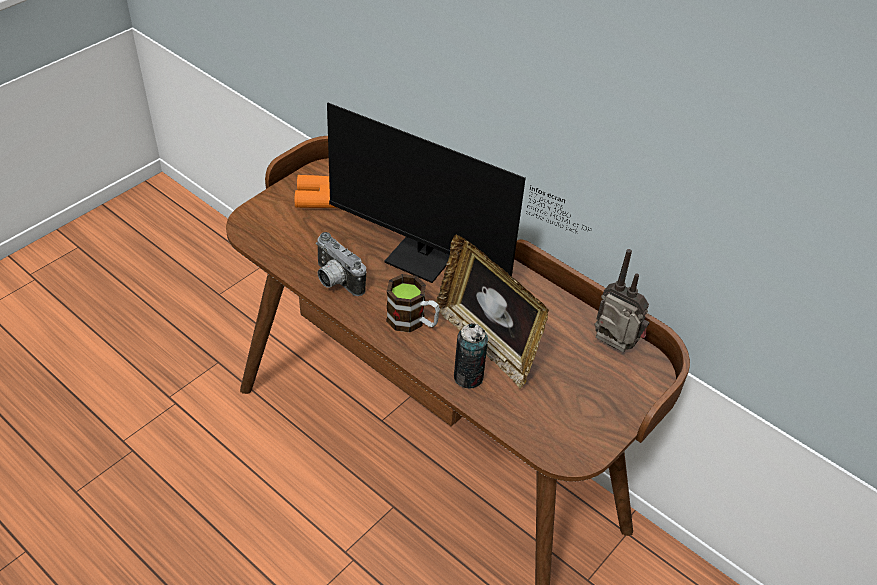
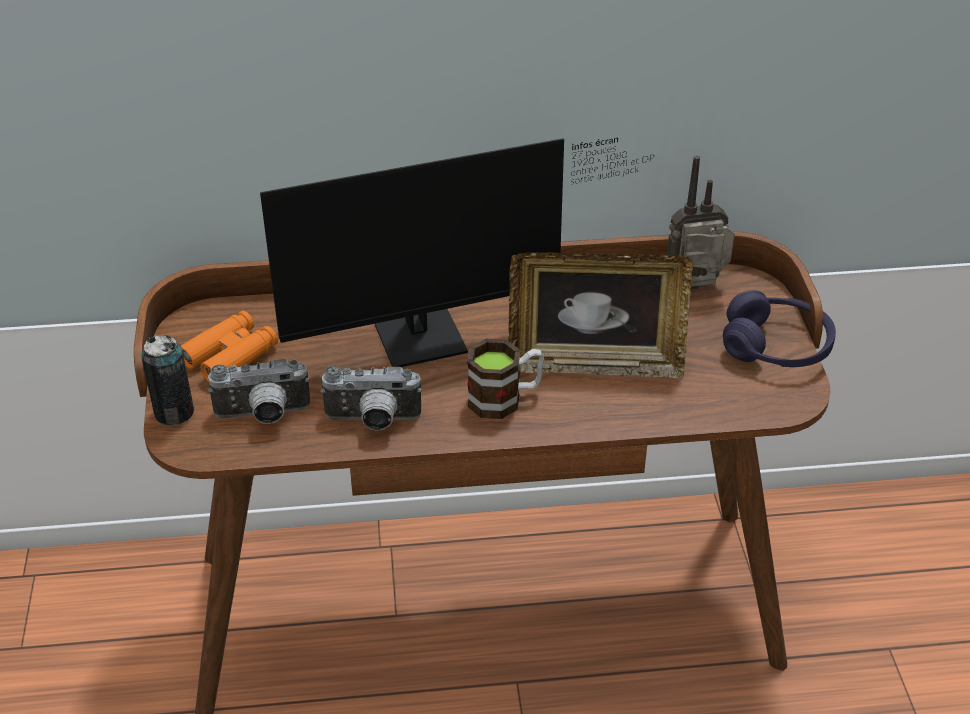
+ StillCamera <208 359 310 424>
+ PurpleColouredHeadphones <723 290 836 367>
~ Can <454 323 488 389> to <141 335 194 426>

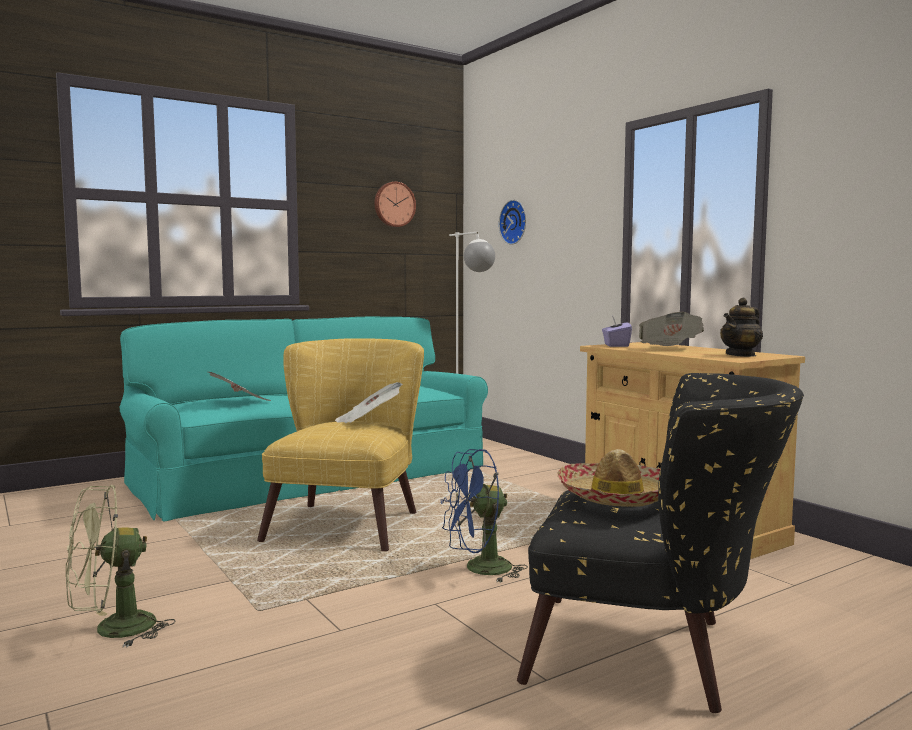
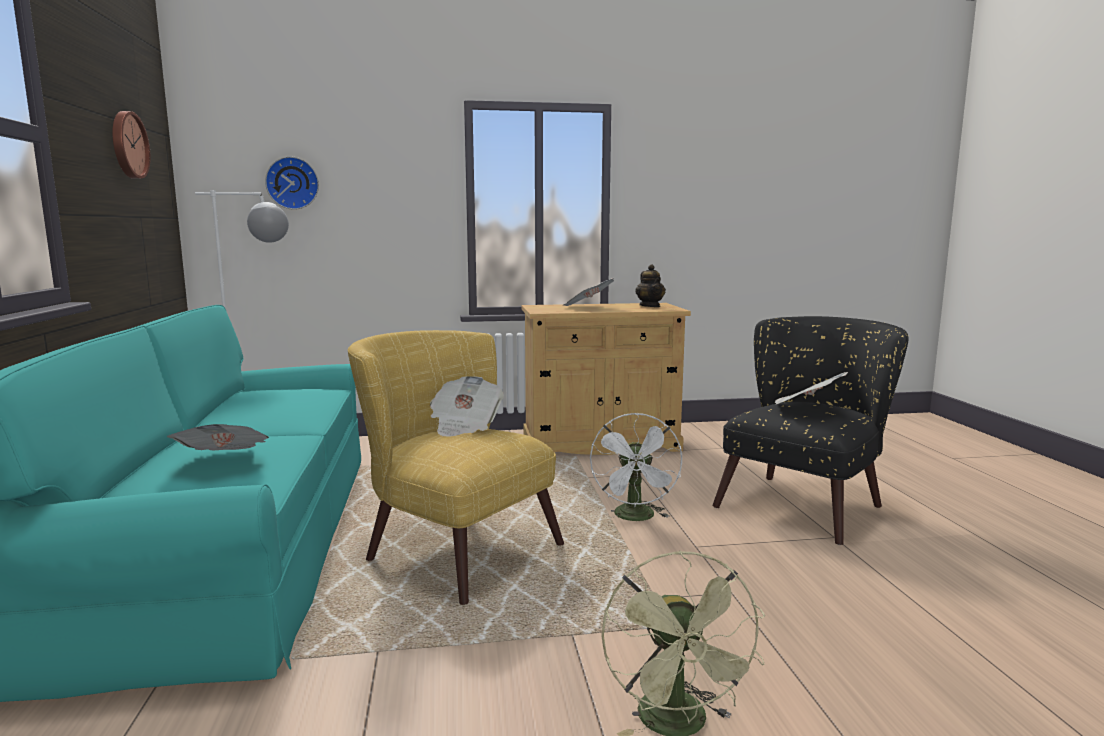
- PurpleColouredTissueBox <602 316 632 347>
~ WearableHat <557 449 660 507> to Newspaper <775 372 848 404>
~ BluishCoolingFan <441 449 528 582> to WhiteColouredCoolingFan <590 413 682 521>

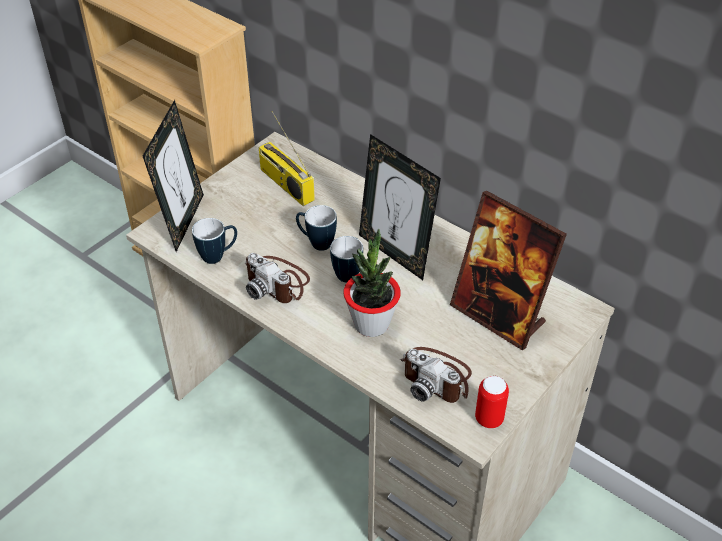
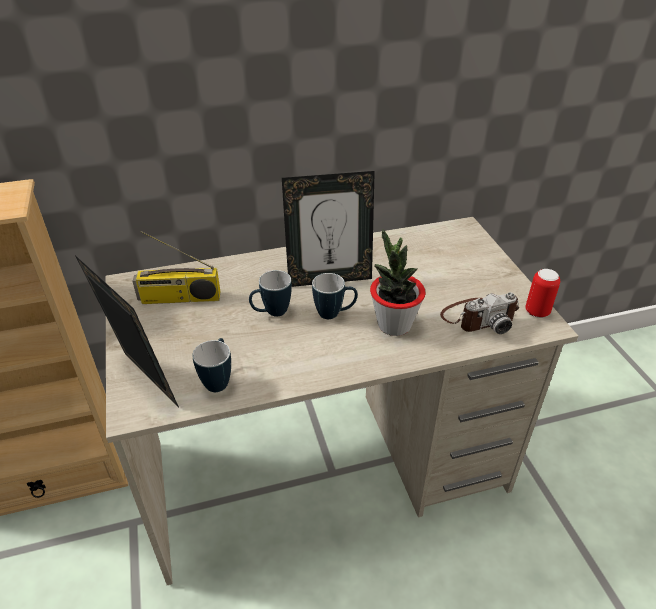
- StillCamera <245 253 310 303>
- PhotoFrame <450 191 567 351>

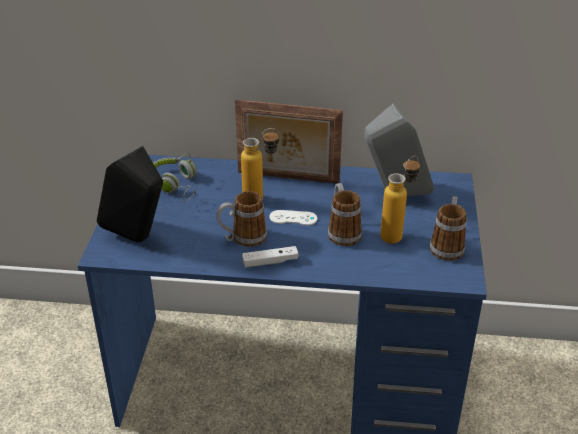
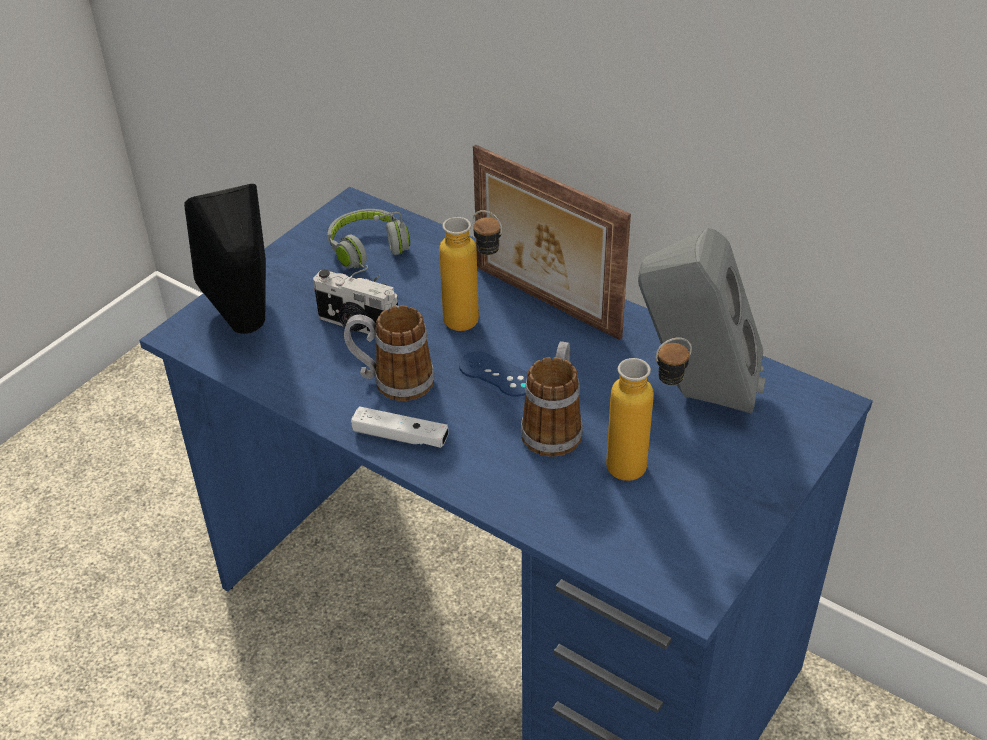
- TeaMug <430 196 467 261>
+ StillCamera <313 269 399 334>
~ WhiteColouredGamepad <270 210 317 226> to BluishGamepad <459 352 528 397>

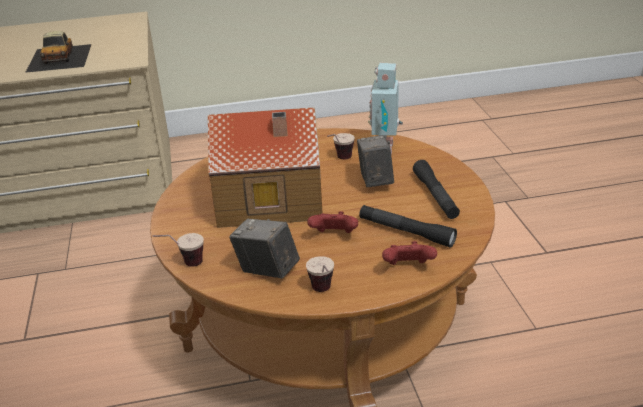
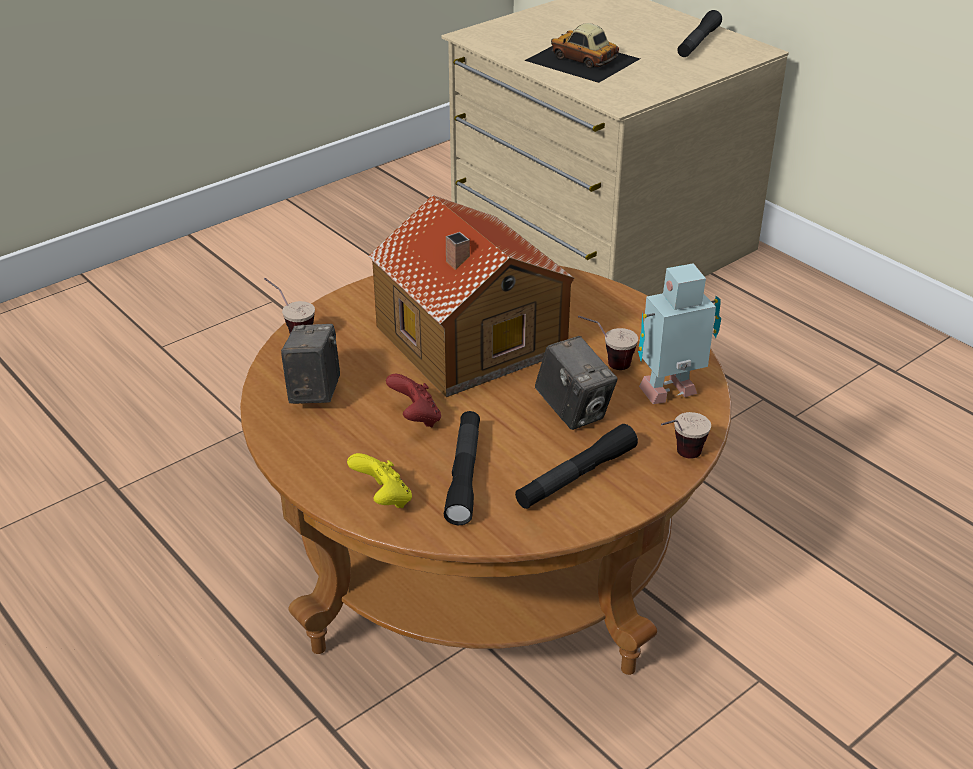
+ BlackHandTorch <677 10 722 57>
~ DrinkingCup <306 256 334 292> to <661 412 711 459>
~ RedColouredGamepad <382 241 437 265> to YellowGamepad <347 453 412 508>
~ ToyCar <25 31 92 73> = <524 23 640 83> 75 degrees clockwise
~ StillCamera <357 135 394 187> = <535 336 618 430> 90 degrees clockwise

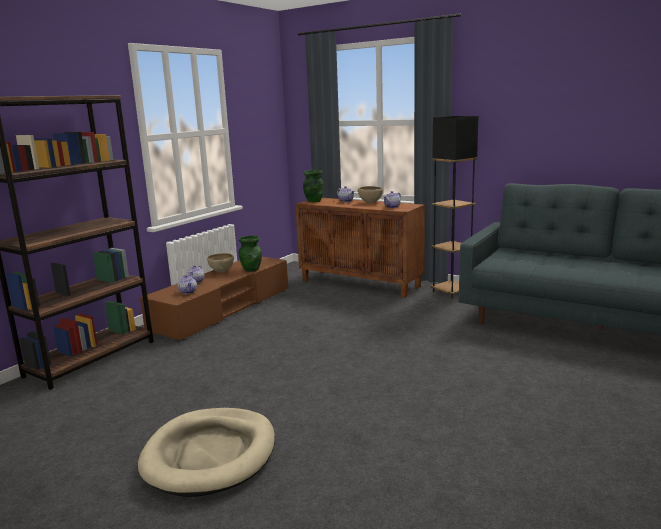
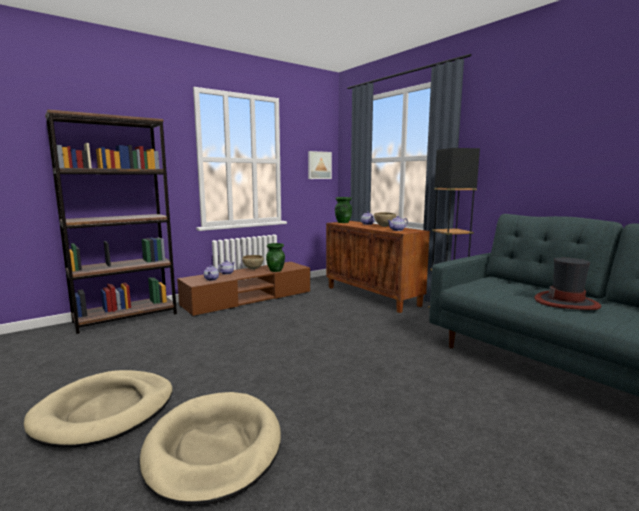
+ BeigeColouredPetBed <140 392 281 506>
+ WallArt <308 151 332 179>
+ WearableHat <535 258 601 310>

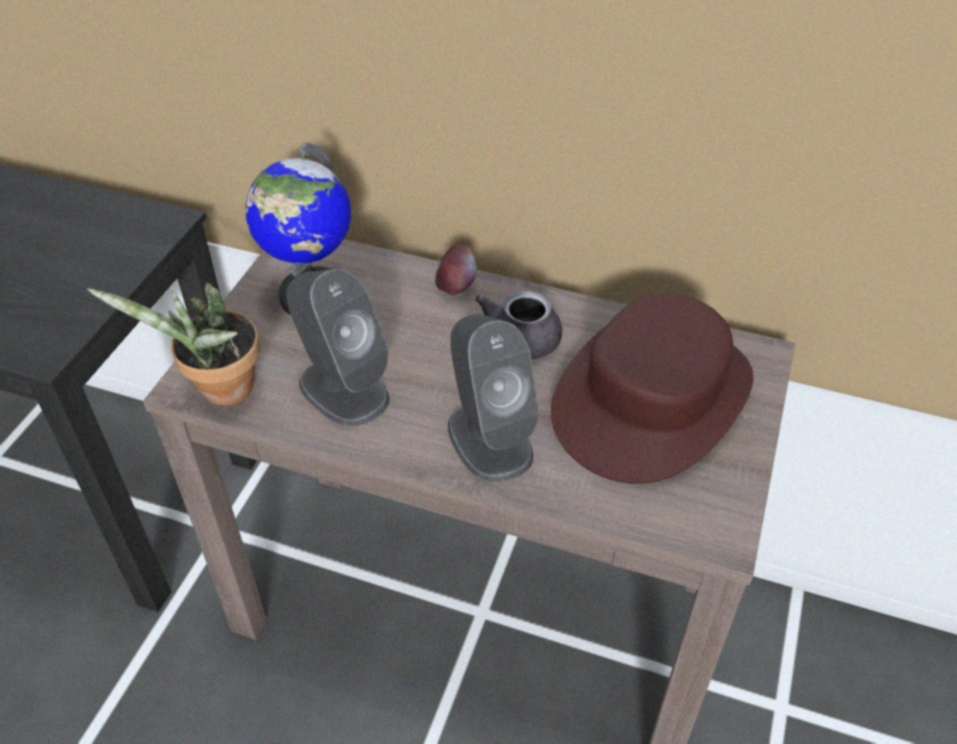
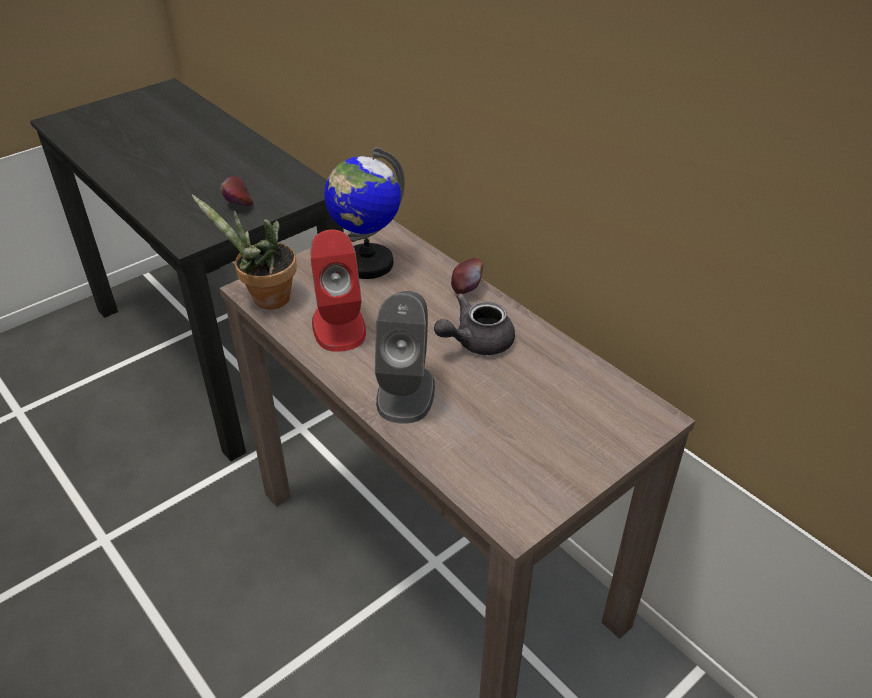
- BrownWearableHat <551 293 753 484>
+ AppleFruit <220 176 253 206>
~ GreyishSpeaker <286 269 390 427> to RedColouredSpeaker <310 230 366 352>

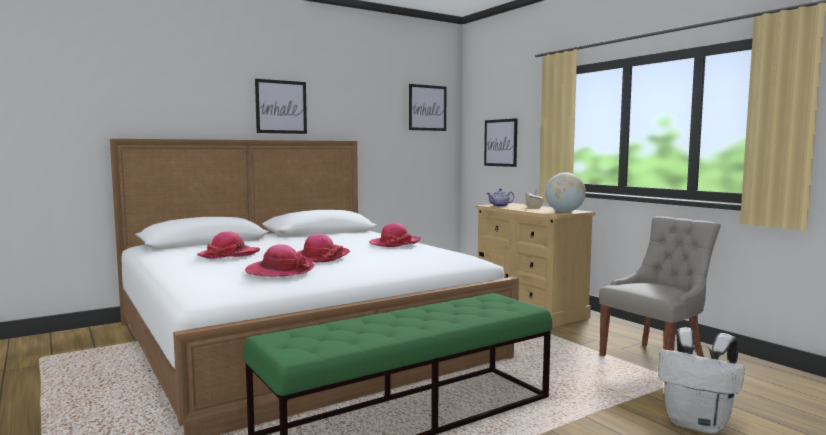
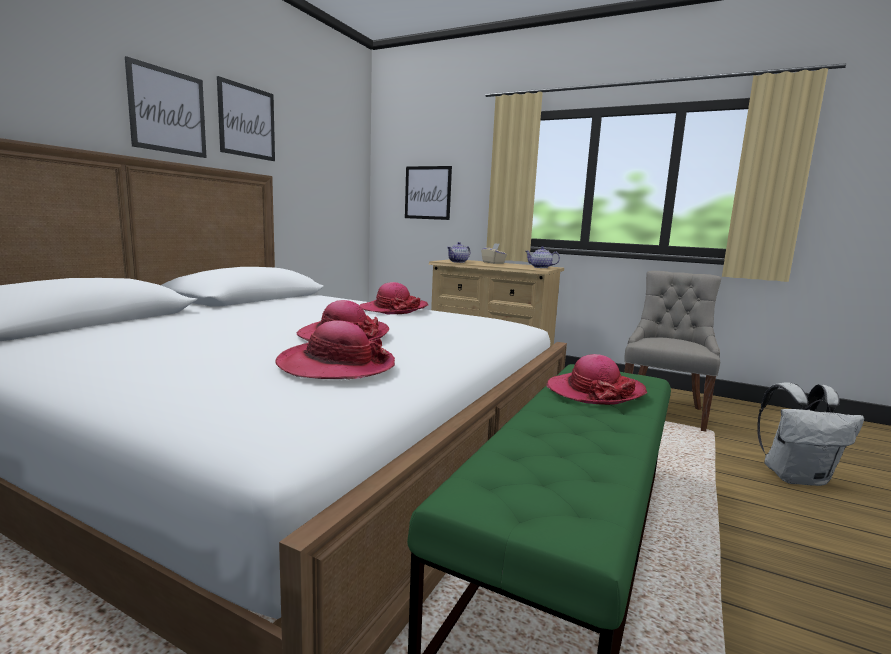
~ WearableHat <197 231 260 259> to <546 354 647 405>
~ WallArt <409 84 447 131> to <217 76 275 161>
~ WorldGlobe <545 172 586 212> to TeaPot <525 247 560 268>

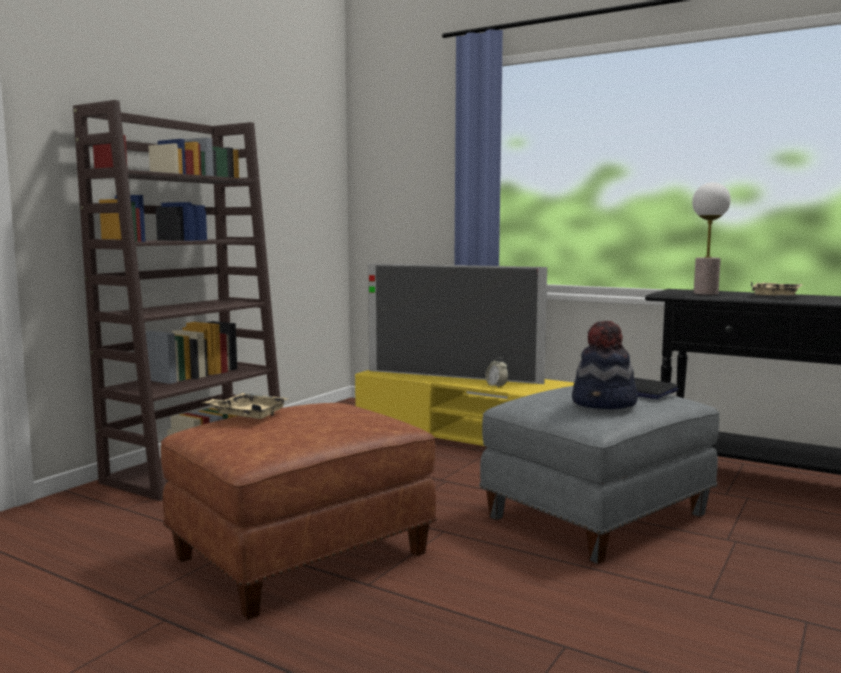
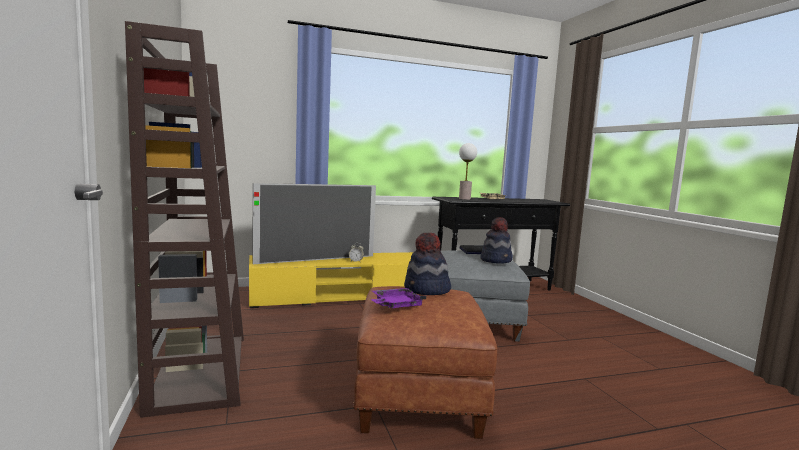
+ WearableHat <404 233 451 295>
~ BeigeColouredServingTray <202 393 290 419> to PurpleColouredServingTray <371 288 427 308>

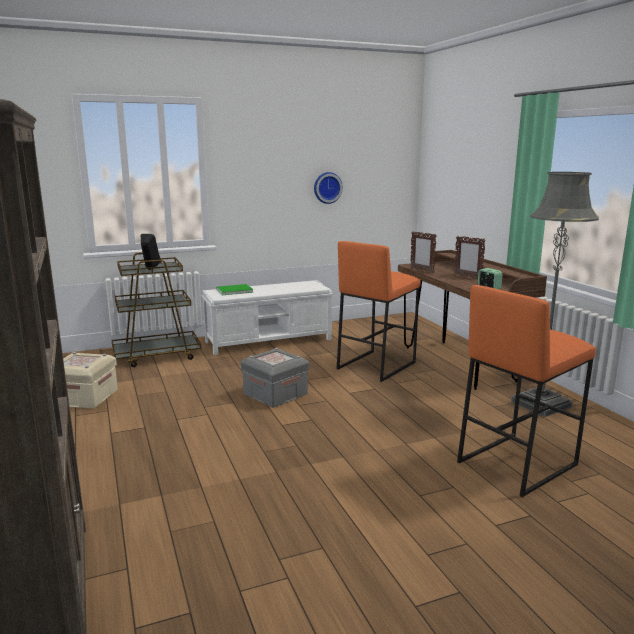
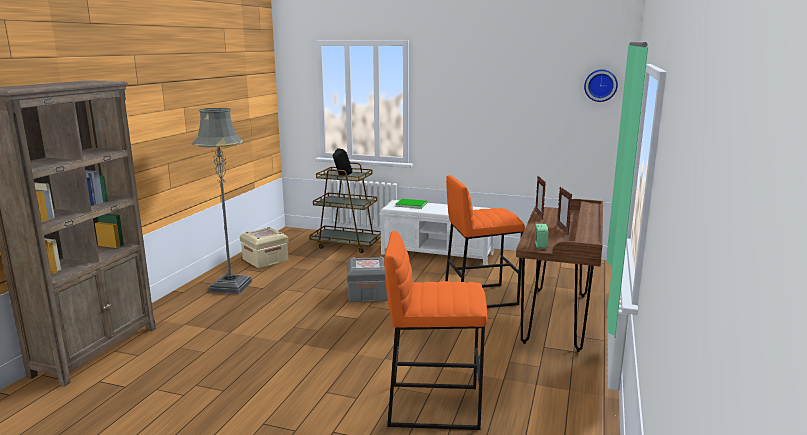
~ HangingClock <314 172 343 204> to <584 69 618 102>
~ GreyishFloorLamp <511 172 599 417> to <192 108 252 294>

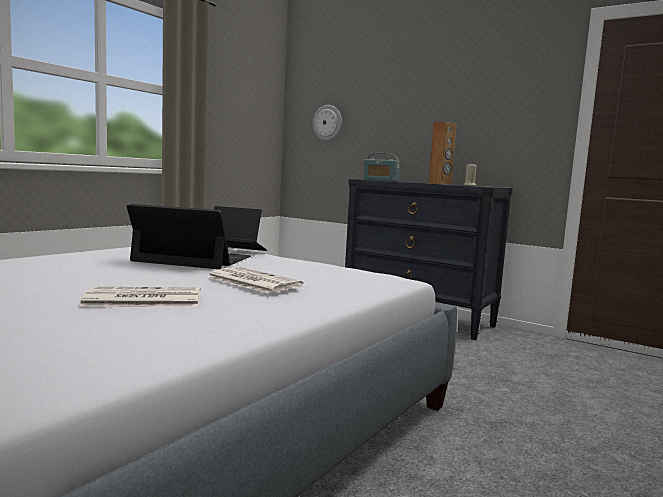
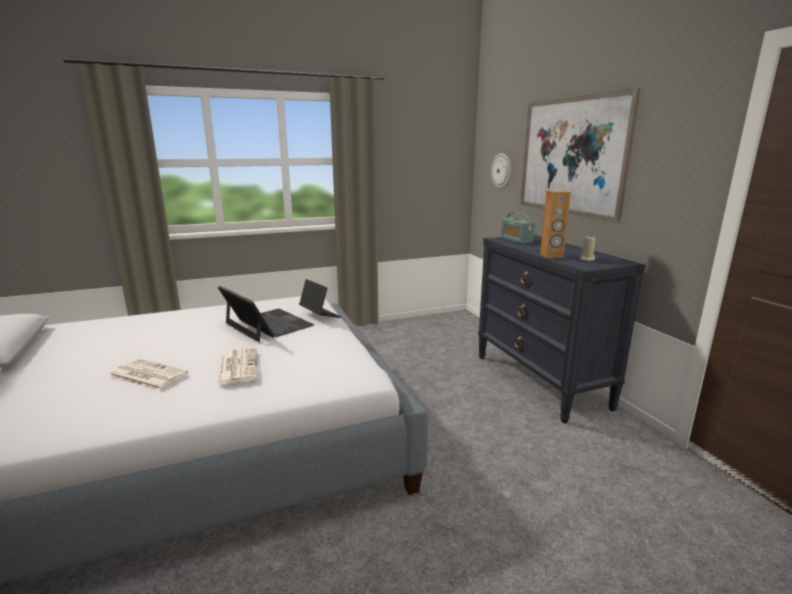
+ WallArt <520 88 641 223>

